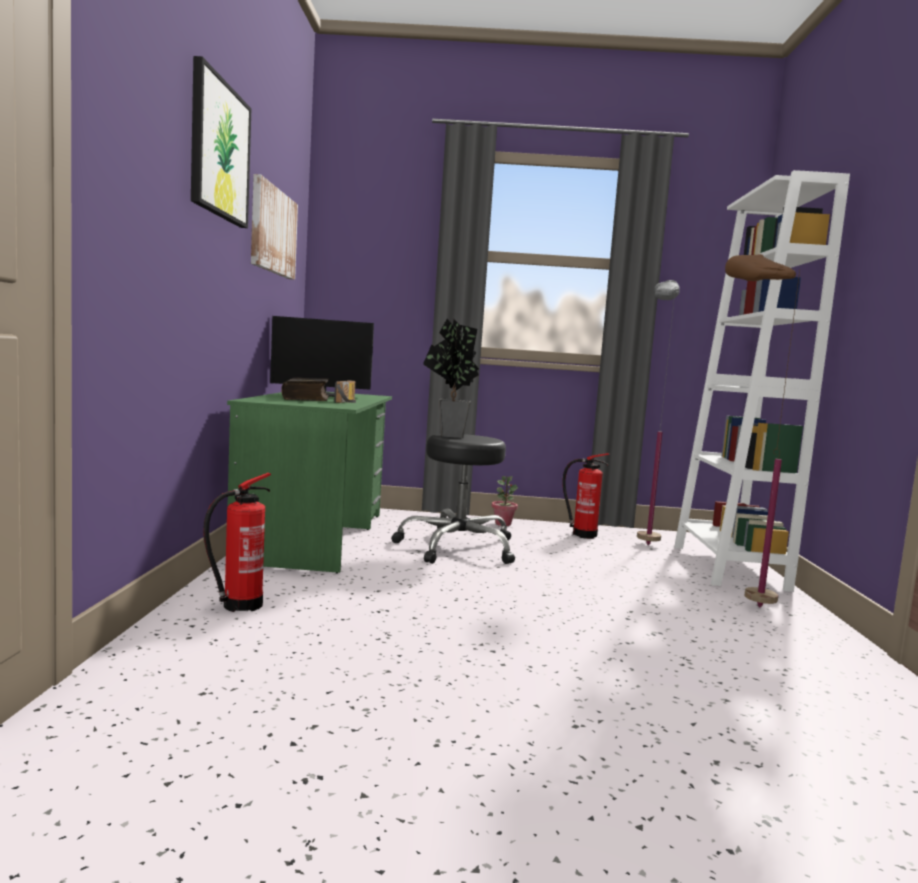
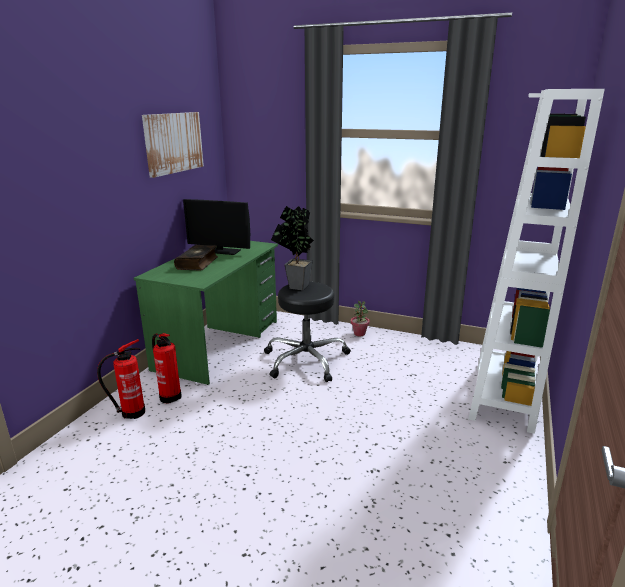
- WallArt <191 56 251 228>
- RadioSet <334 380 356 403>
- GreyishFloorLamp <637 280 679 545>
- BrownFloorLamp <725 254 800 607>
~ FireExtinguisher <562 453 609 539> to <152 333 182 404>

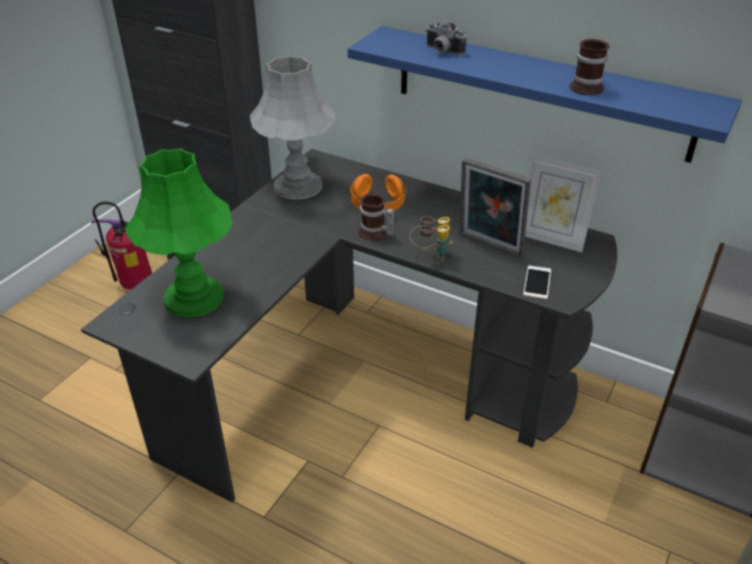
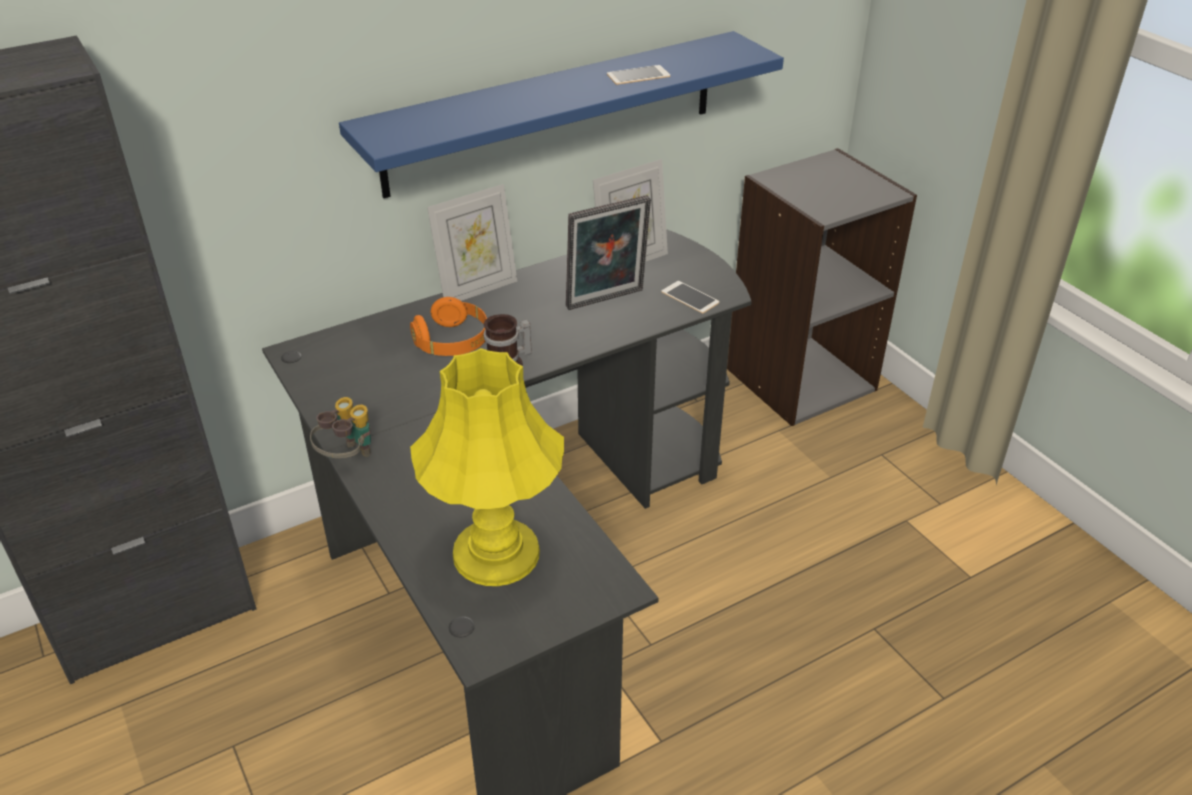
- FireExtinguisher <91 201 152 290>
- GreyishTabletopLamp <250 56 335 200>
- StillCamera <426 22 466 55>
+ PhotoFrame <427 184 517 301>
~ FieldGlasses <410 216 453 263> to <310 397 371 458>
~ TeaMug <569 39 609 95> to Phone <607 65 670 85>
~ GreenColouredTabletopLamp <125 149 233 317> to YellowTabletopLamp <410 348 564 586>

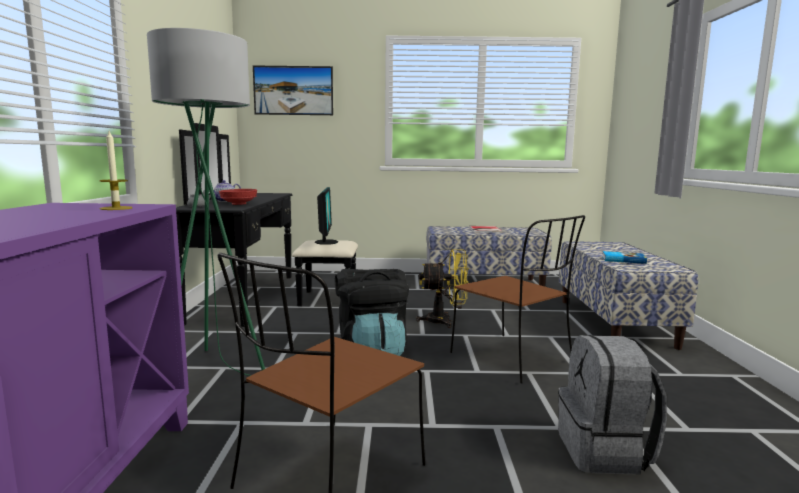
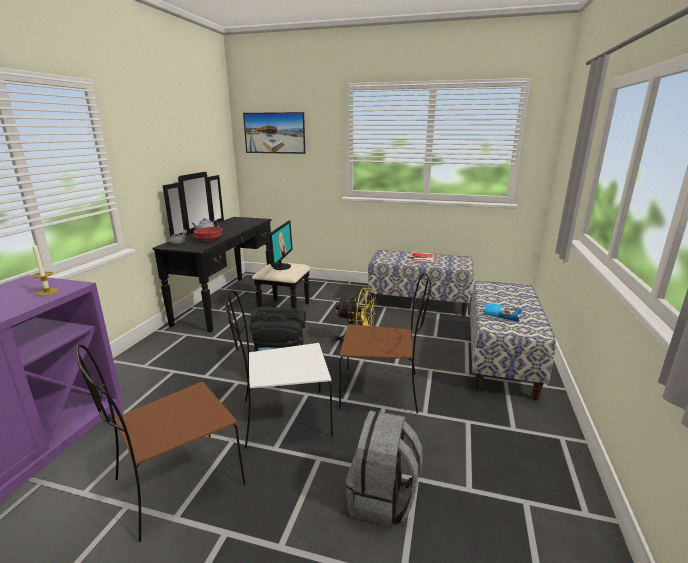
- GreenColouredFloorLamp <147 28 265 376>
+ WhiteColouredPlainChair <225 290 333 449>
~ BrownPlainChair <450 215 585 383> = <339 273 431 413> 60 degrees counterclockwise

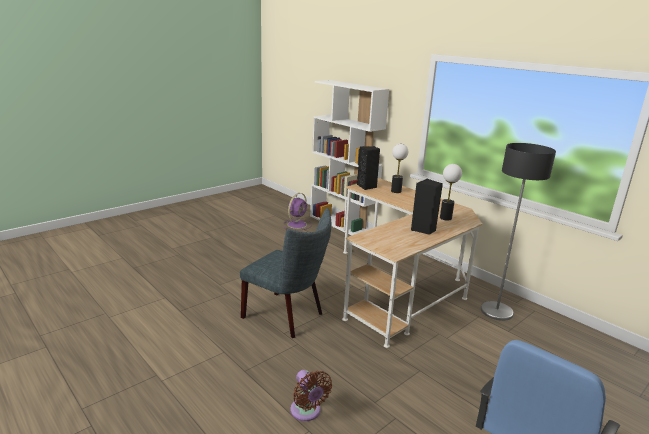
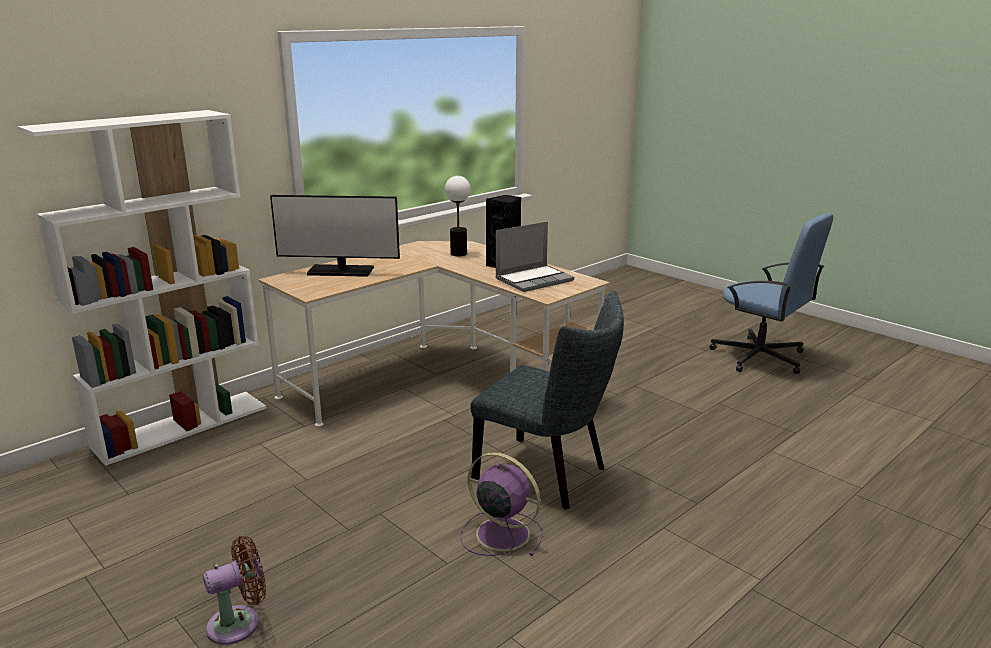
- BlackSpeaker <357 146 380 190>
- FloorLamp <481 143 556 321>
+ PortableComputer <495 221 574 292>
~ PurpleColouredCoolingFan <284 193 312 230> to <460 452 543 556>
~ BrownCoolingFan <290 370 332 421> to <203 536 266 645>
~ TabletopLamp <391 144 408 193> to ComputerScreen <270 195 400 277>
~ GreyishPlainChair <240 208 331 338> = <470 290 624 510> 90 degrees clockwise

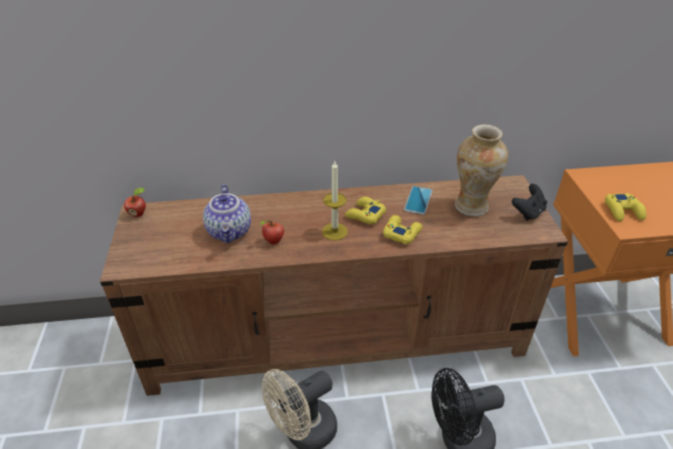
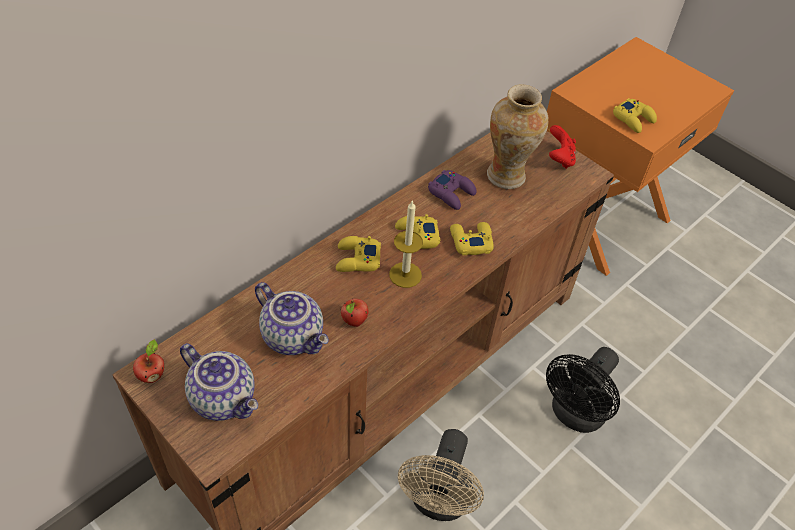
+ TeaPot <180 343 258 421>
+ YellowGamepad <336 236 381 272>
~ Phone <404 186 432 215> to PurpleColouredGamepad <428 170 476 210>
~ BlackGamepad <512 184 547 221> to RedColouredGamepad <549 125 576 169>

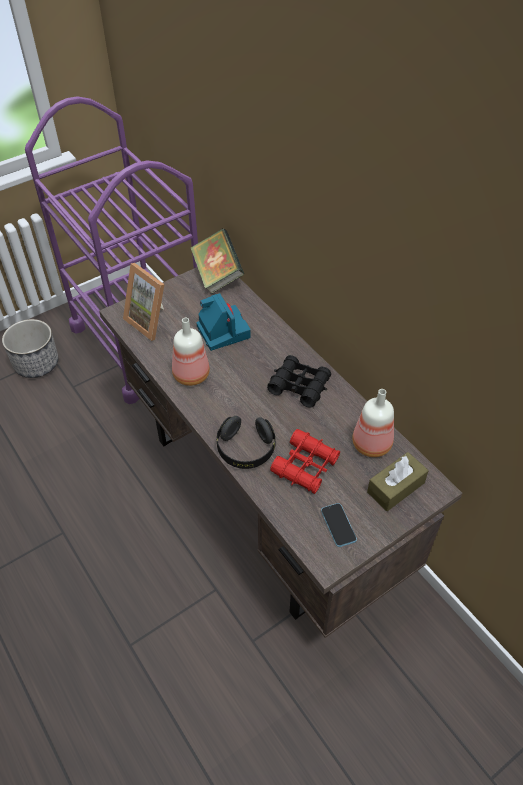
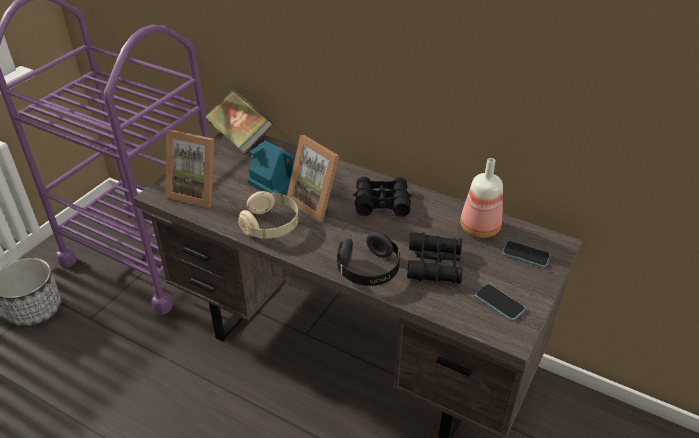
+ PhotoFrame <287 135 339 222>
~ BeverageBottle <172 318 210 386> to BeigeColouredHeadphones <238 191 299 239>
~ BrownTissueBox <367 452 429 511> to Phone <502 241 550 267>
~ RedColouredFieldGlasses <270 429 340 494> to BlackFieldGlasses <407 232 463 284>

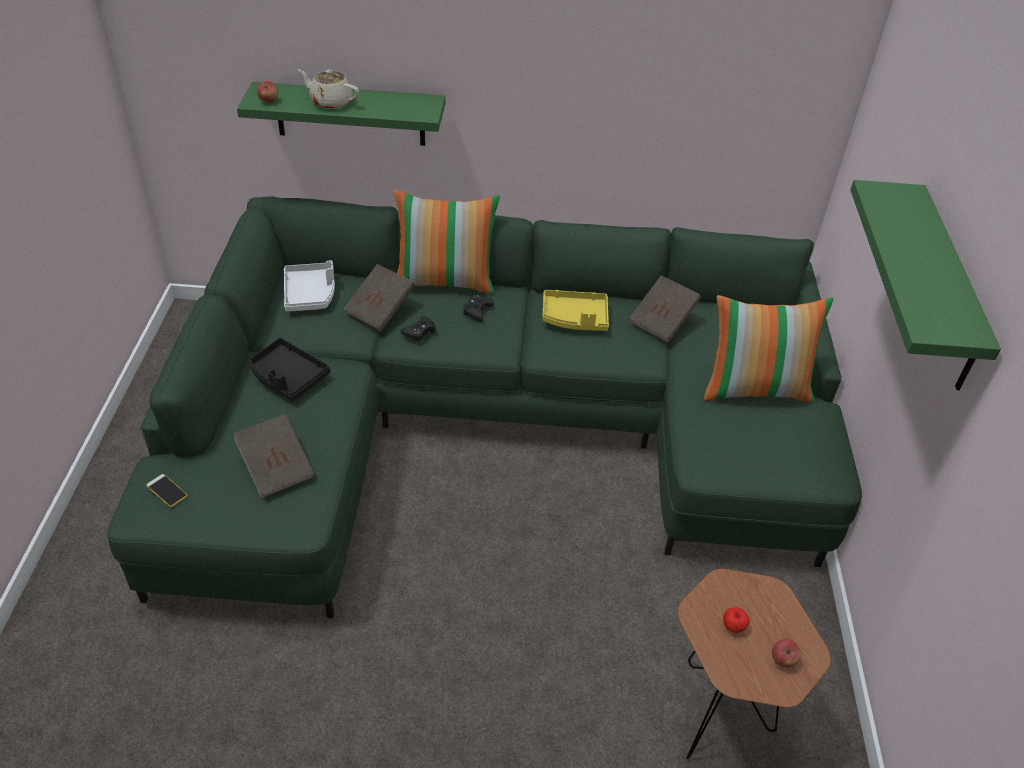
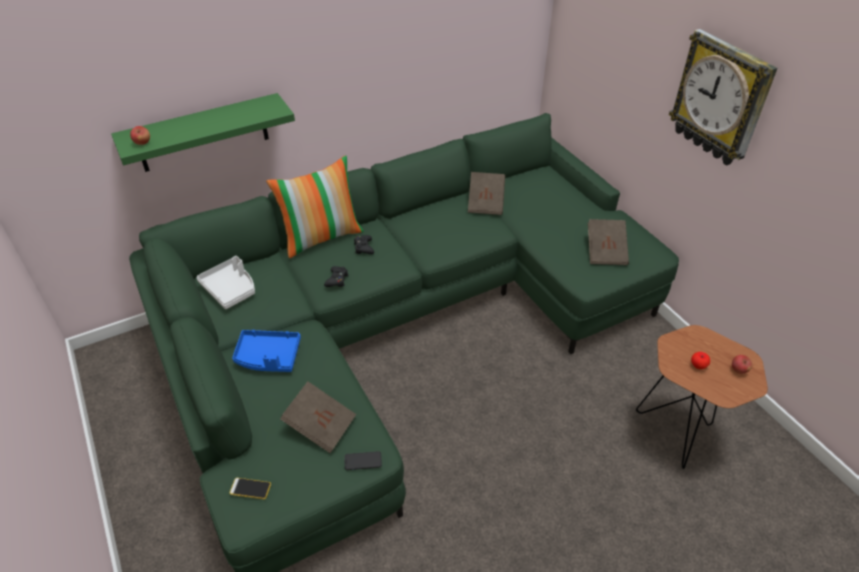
- BeigeColouredTeaPot <298 69 359 109>
- YellowServingTray <542 290 609 331>
- ThrowPillow <704 295 834 402>
+ Phone <345 451 382 470>
~ BrownVolume <343 264 415 332> to <588 219 629 265>
~ GreenColouredBracketShelf <850 180 1001 390> to HangingClock <669 29 778 165>
~ BlackServingTray <249 338 330 401> to BluishServingTray <232 330 301 372>

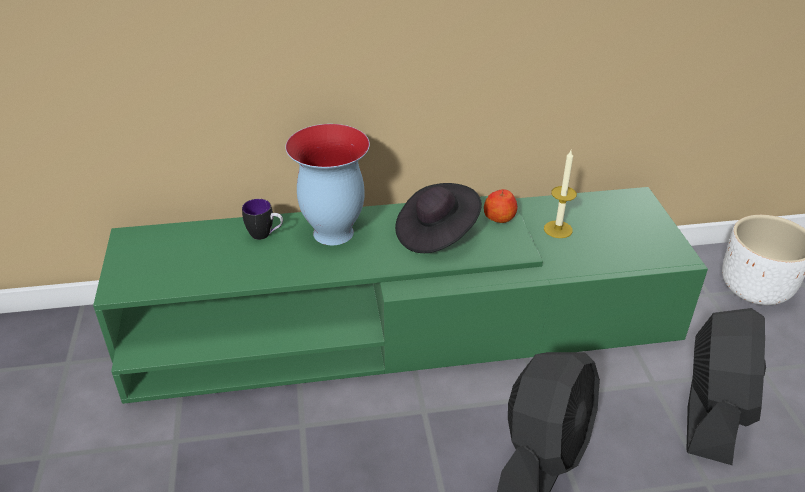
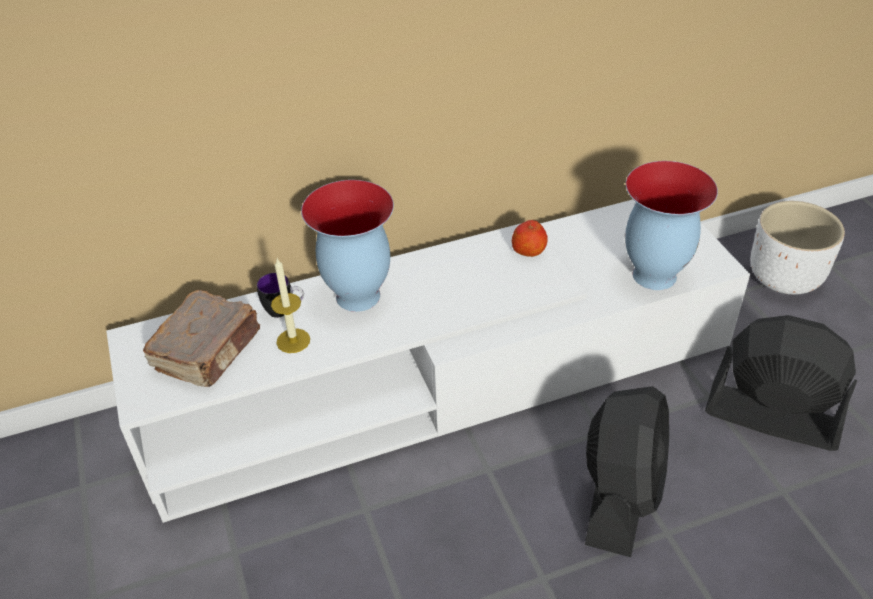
- BlackWearableHat <395 183 482 253>
+ BrownVolume <143 290 260 387>
+ Vase <625 161 718 290>
~ WaxCandle <544 150 577 238> to <271 259 310 353>
~ GreenColouredTvStand <93 187 708 404> to WhiteColouredTvStand <106 200 750 523>
~ BlackCoolingFan <686 308 766 465> = <705 315 857 451> 75 degrees counterclockwise

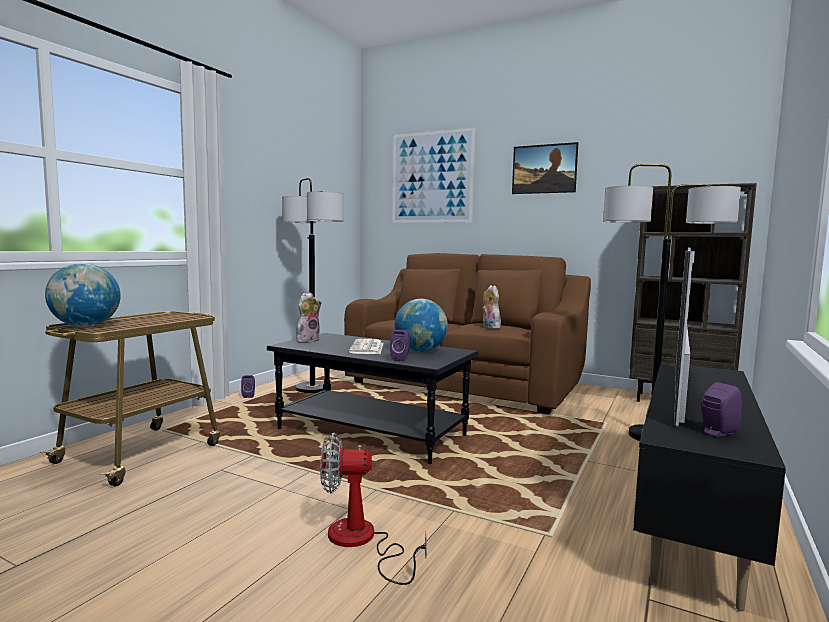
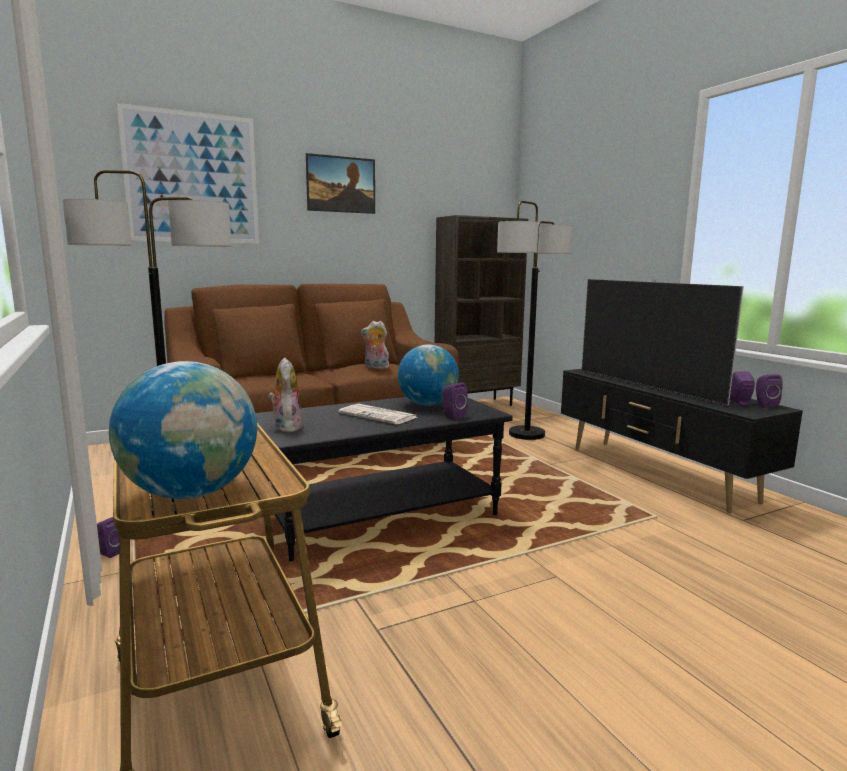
- CoolingFan <320 433 427 585>
+ PurpleColouredSpeaker <756 374 783 407>

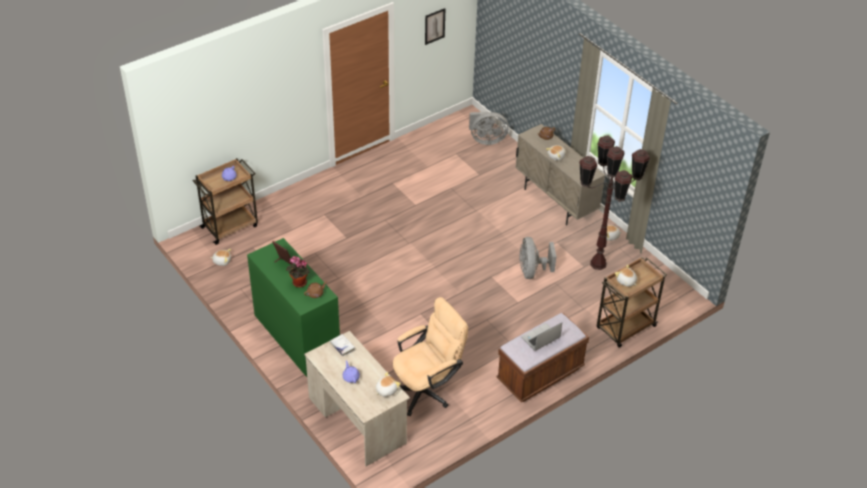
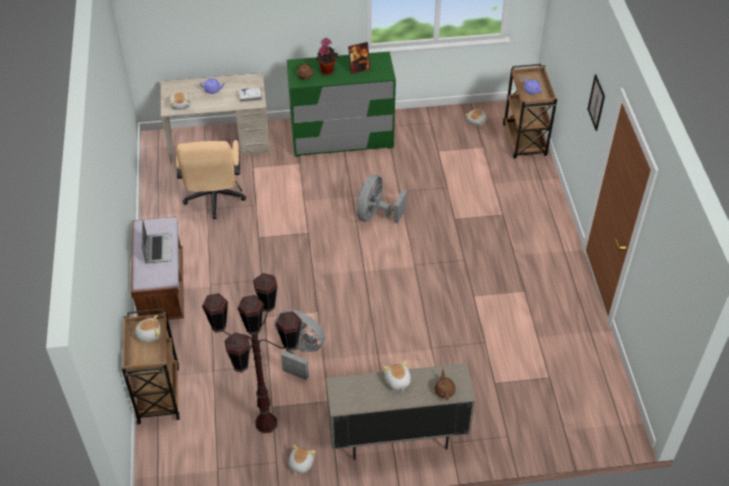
~ WallArt <425 8 445 45> to <587 75 605 131>
~ GreyishCoolingFan <469 112 509 145> to <357 174 407 224>

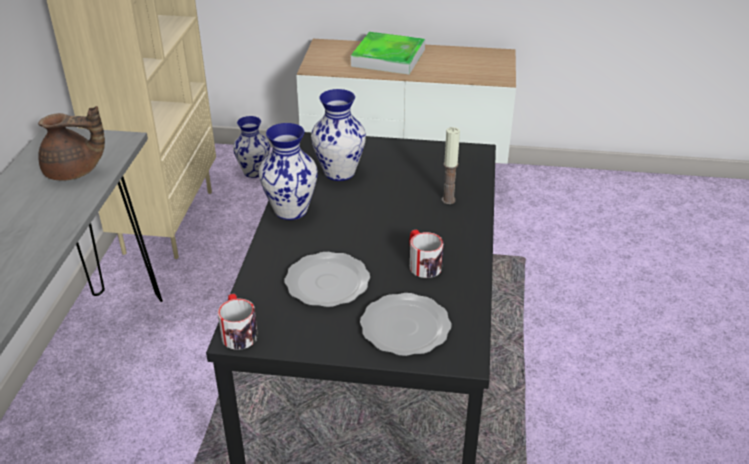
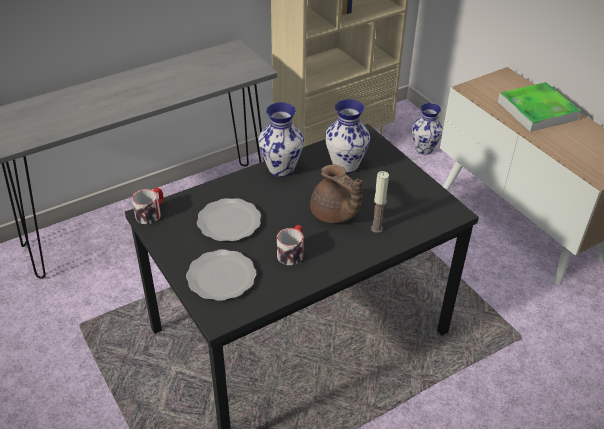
~ BrownTeaPot <38 106 105 181> to <310 164 363 223>

